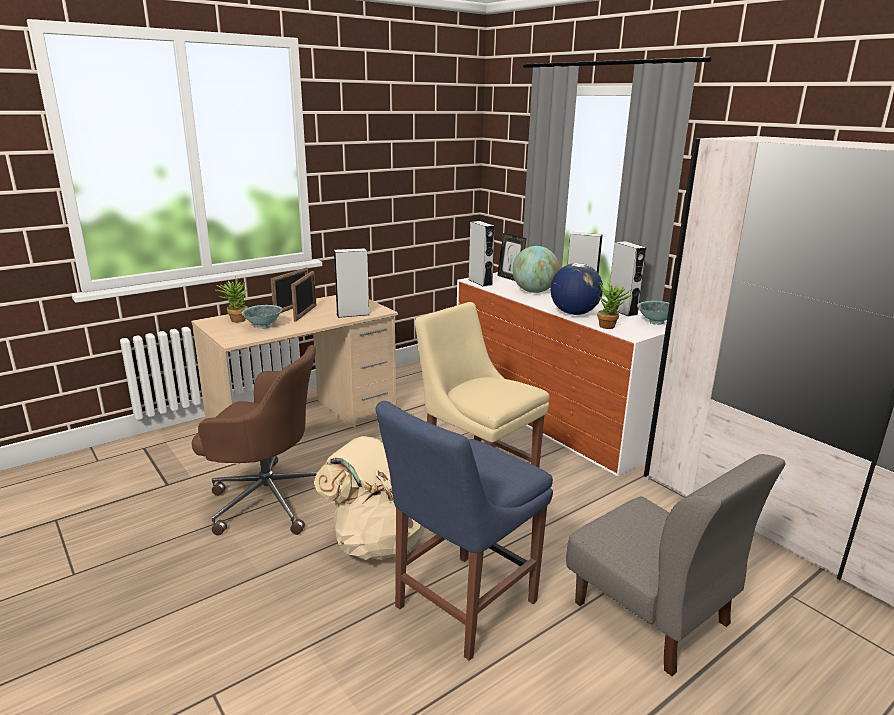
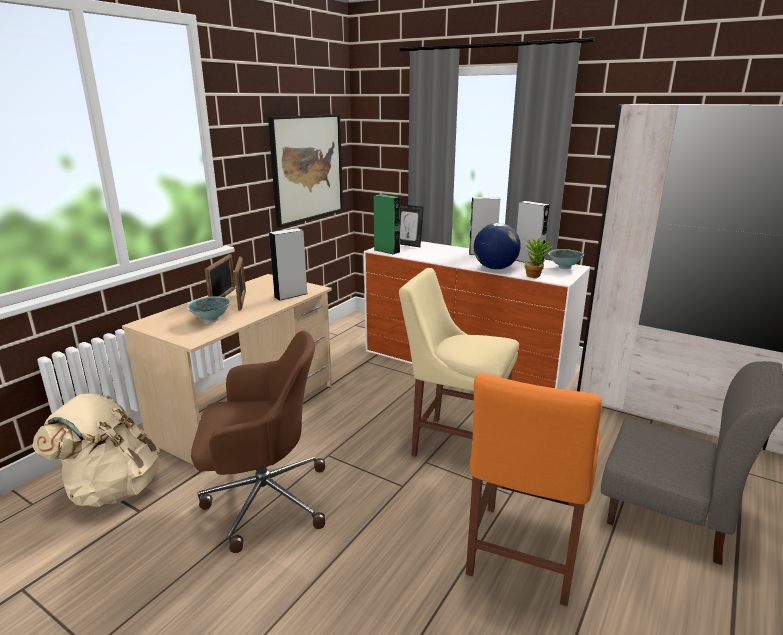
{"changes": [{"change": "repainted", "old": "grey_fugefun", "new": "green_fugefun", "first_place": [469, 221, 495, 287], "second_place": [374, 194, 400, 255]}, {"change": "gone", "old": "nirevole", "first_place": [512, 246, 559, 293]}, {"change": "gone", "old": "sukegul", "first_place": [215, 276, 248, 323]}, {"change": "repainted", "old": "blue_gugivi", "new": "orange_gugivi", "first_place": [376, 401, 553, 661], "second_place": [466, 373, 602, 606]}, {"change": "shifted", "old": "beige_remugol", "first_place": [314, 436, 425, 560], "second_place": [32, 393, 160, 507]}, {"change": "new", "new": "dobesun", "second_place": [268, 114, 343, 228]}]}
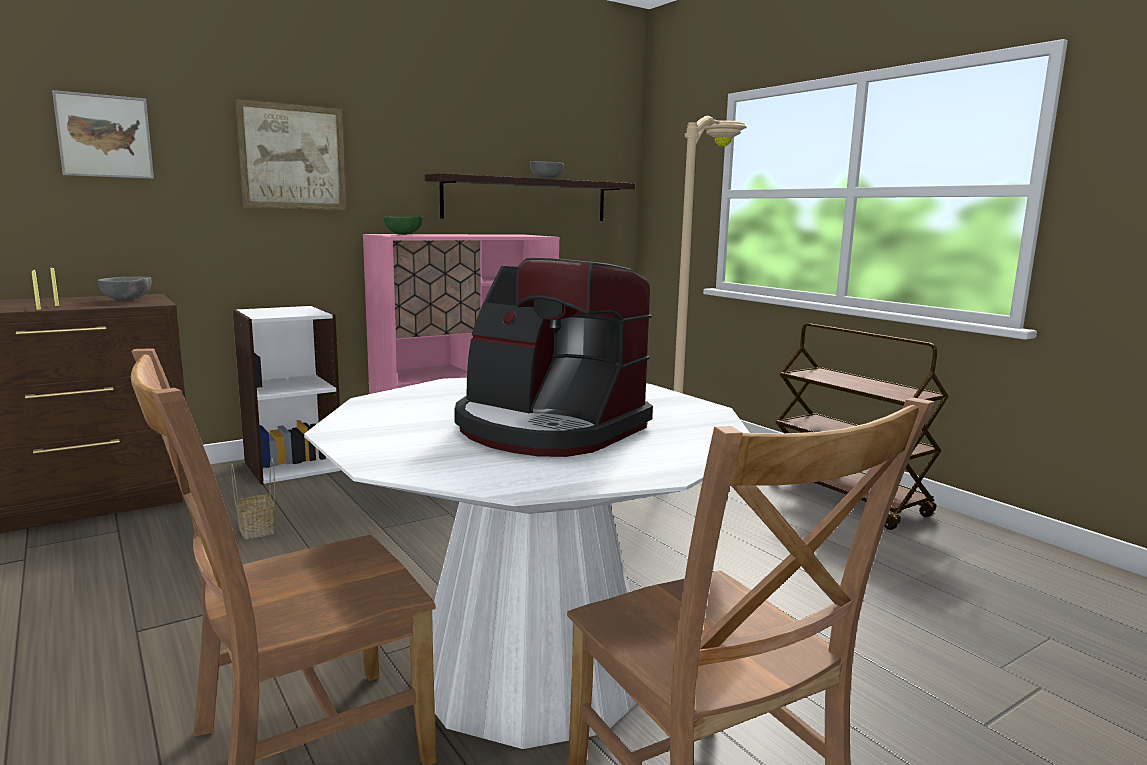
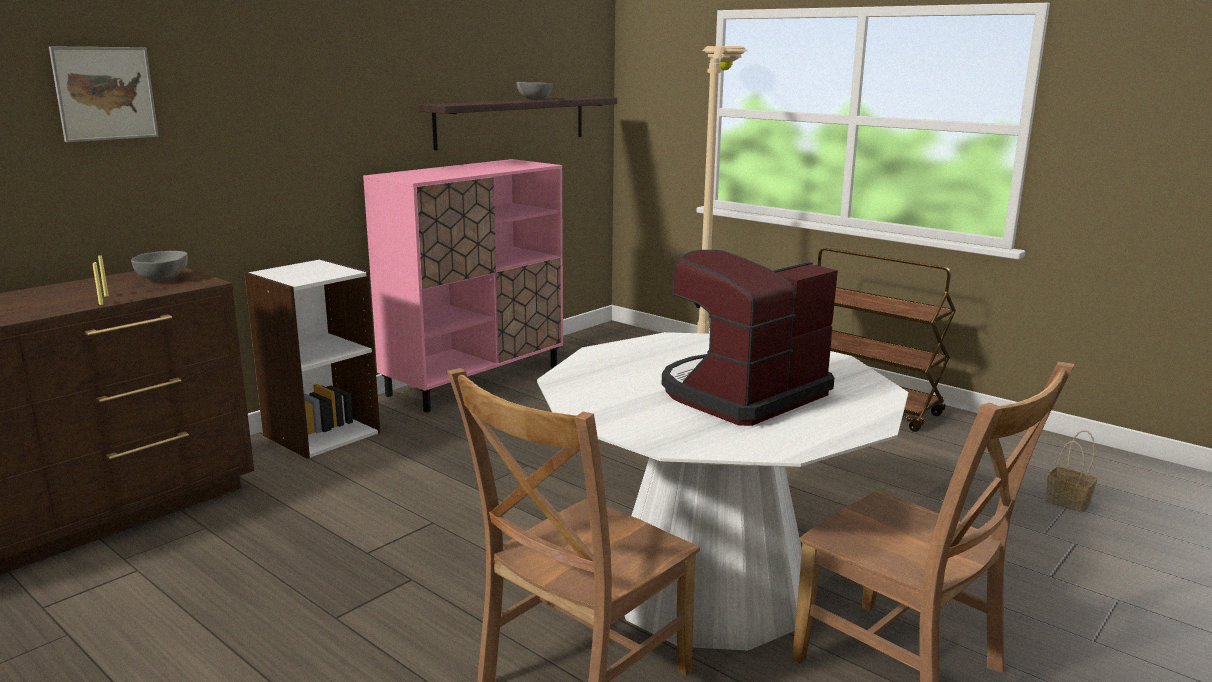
{"changes": [{"change": "gone", "old": "dobesun", "first_place": [235, 99, 346, 210]}, {"change": "gone", "old": "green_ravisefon", "first_place": [384, 216, 423, 235]}, {"change": "rotated", "old": "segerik", "first_place": [454, 258, 653, 457], "second_place": [661, 250, 838, 426], "degrees": 120}, {"change": "shifted", "old": "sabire", "first_place": [231, 458, 275, 539], "second_place": [1046, 430, 1097, 513]}]}
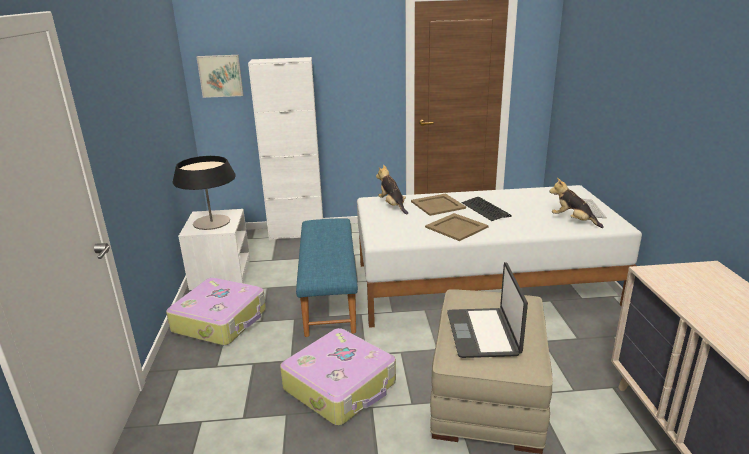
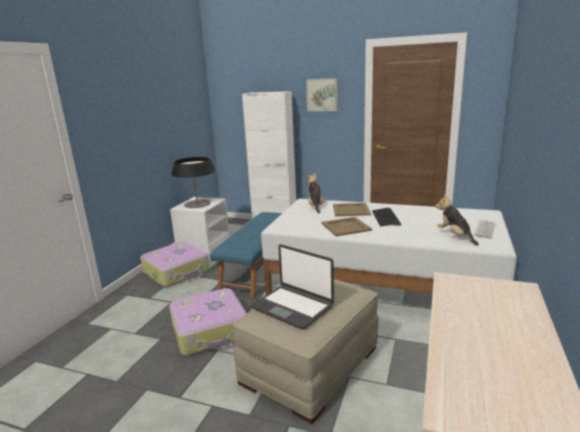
{"changes": [{"change": "shifted", "old": "dobesun", "first_place": [197, 55, 243, 98], "second_place": [306, 78, 338, 111]}, {"change": "rotated", "old": "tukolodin", "first_place": [447, 262, 528, 358], "second_place": [250, 245, 334, 329], "degrees": -75}]}
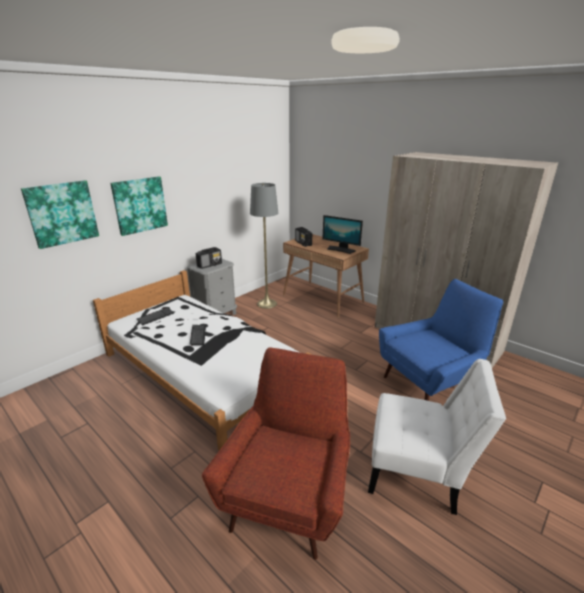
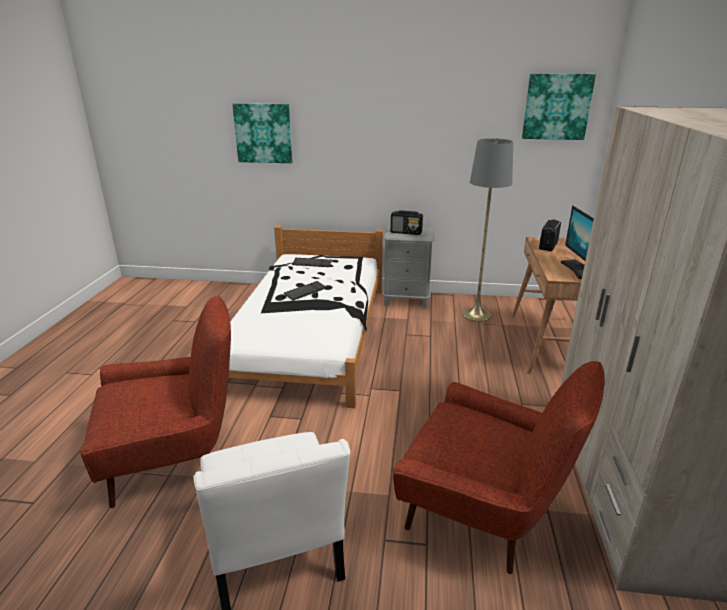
{"changes": [{"change": "shifted", "old": "dobesun", "first_place": [110, 176, 168, 236], "second_place": [522, 74, 596, 140]}, {"change": "repainted", "old": "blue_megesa", "new": "red_megesa", "first_place": [379, 279, 503, 401], "second_place": [393, 361, 605, 574]}]}
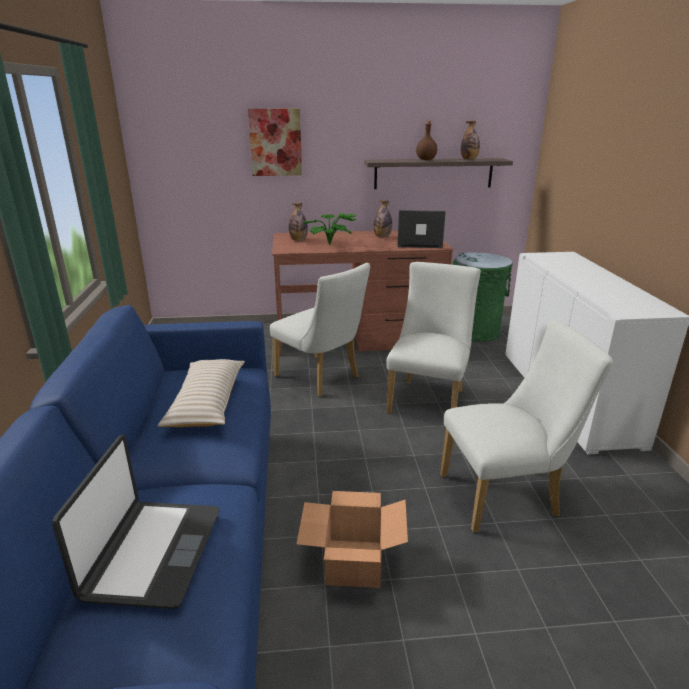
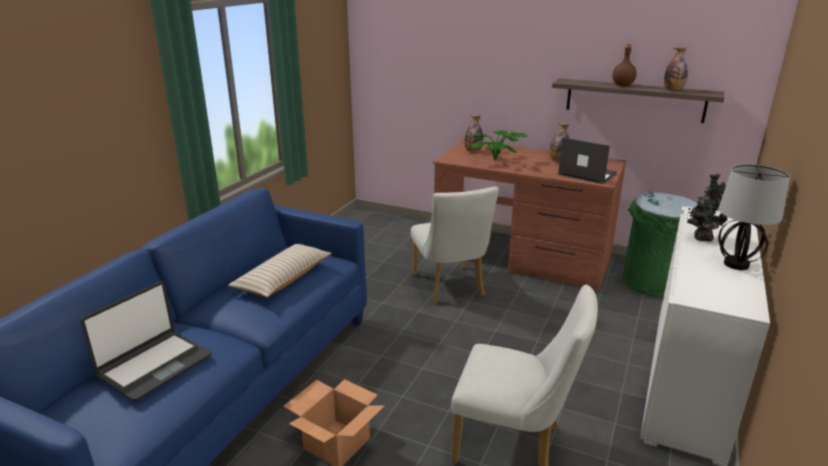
{"changes": [{"change": "gone", "old": "dobesun", "first_place": [248, 109, 302, 176]}, {"change": "gone", "old": "white_gugivi", "first_place": [386, 262, 481, 414]}, {"change": "new", "new": "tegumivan", "second_place": [718, 164, 790, 270]}, {"change": "new", "new": "sukegul", "second_place": [686, 174, 728, 242]}]}
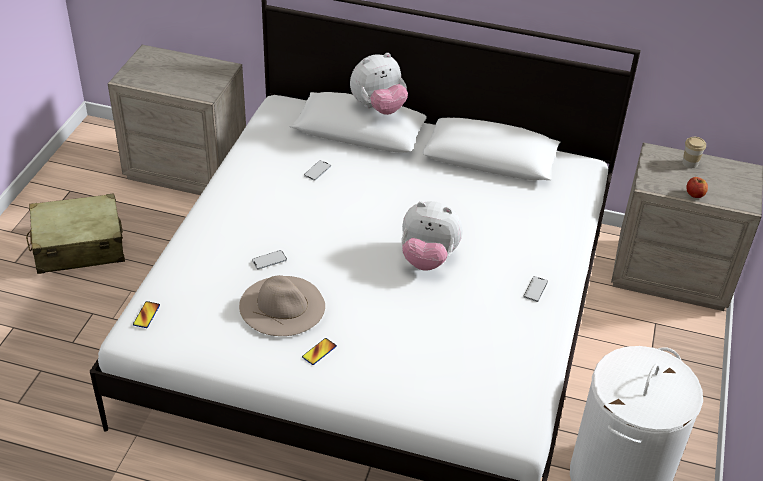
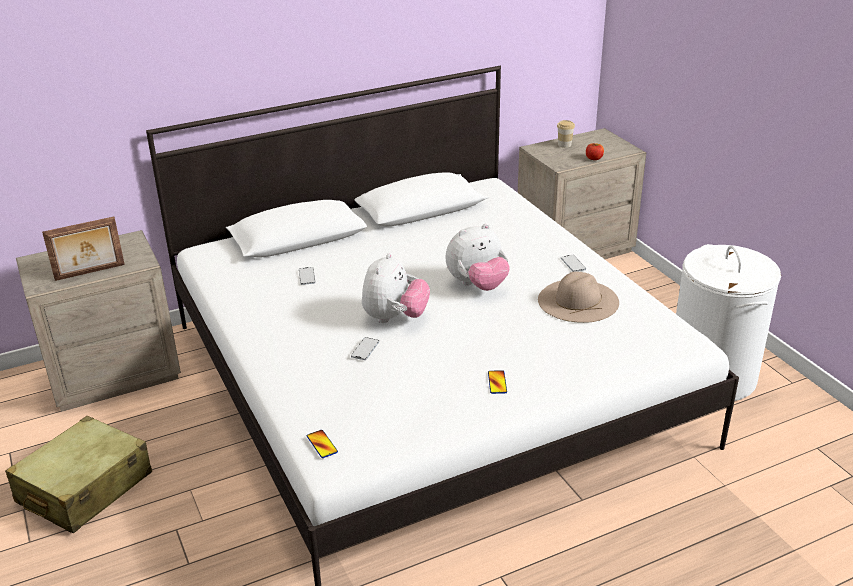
{"changes": [{"change": "shifted", "old": "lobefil", "first_place": [350, 53, 408, 115], "second_place": [362, 253, 430, 323]}, {"change": "shifted", "old": "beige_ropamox", "first_place": [239, 275, 325, 336], "second_place": [538, 271, 619, 323]}, {"change": "new", "new": "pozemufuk", "second_place": [42, 217, 125, 281]}]}
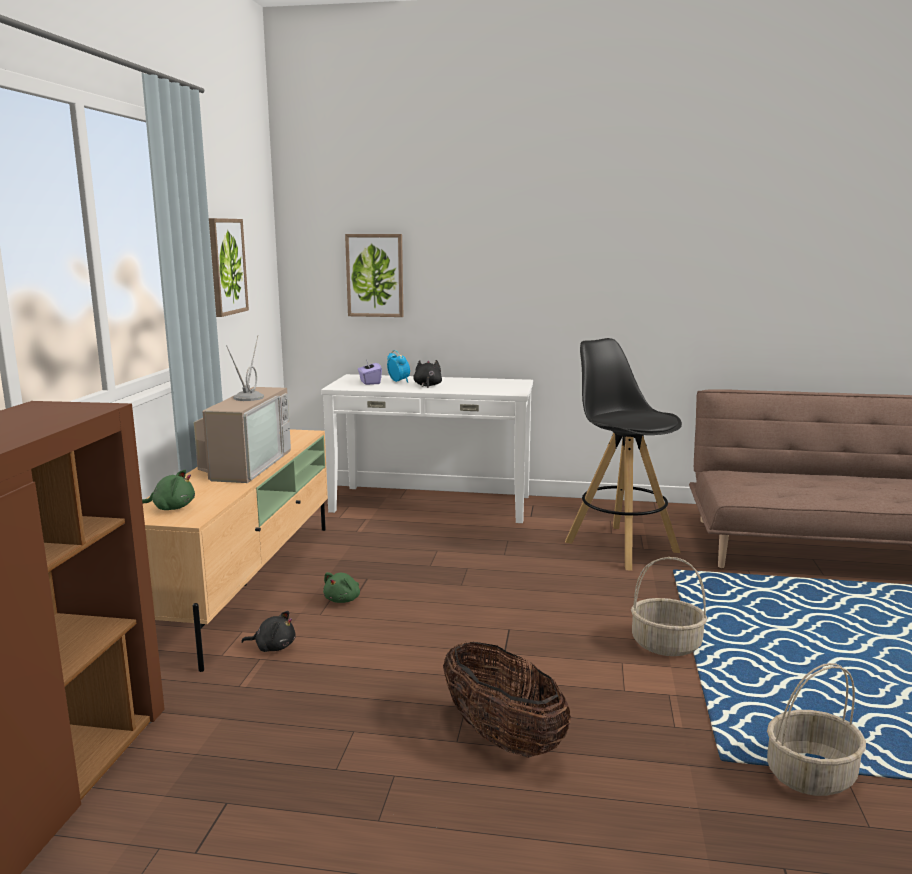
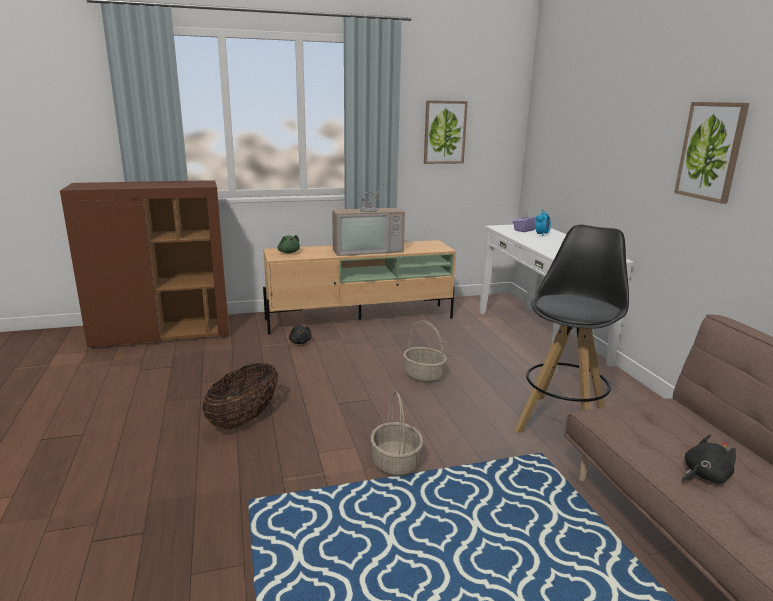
{"changes": [{"change": "shifted", "old": "dobesun", "first_place": [345, 234, 403, 317], "second_place": [674, 102, 749, 204]}, {"change": "shifted", "old": "black_lobefil", "first_place": [413, 360, 442, 388], "second_place": [681, 434, 736, 484]}, {"change": "gone", "old": "green_lobefil", "first_place": [323, 572, 360, 603]}, {"change": "shifted", "old": "sabire", "first_place": [767, 663, 866, 796], "second_place": [403, 320, 447, 383]}]}
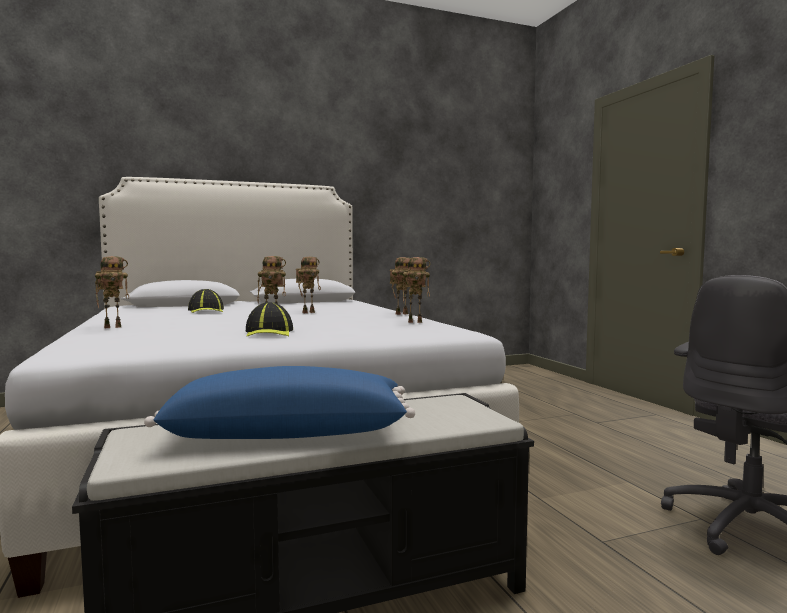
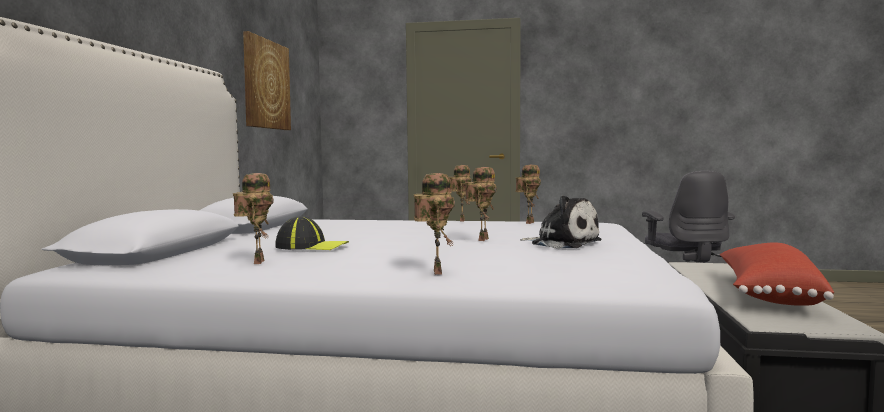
{"changes": [{"change": "shifted", "old": "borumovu", "first_place": [296, 257, 321, 313], "second_place": [233, 173, 274, 264]}, {"change": "swapped", "old": "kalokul", "new": "lobefil", "first_place": [246, 302, 293, 337], "second_place": [520, 195, 601, 249]}, {"change": "repainted", "old": "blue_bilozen", "new": "red_bilozen", "first_place": [144, 366, 415, 439], "second_place": [720, 242, 834, 306]}, {"change": "new", "new": "dobesun", "second_place": [243, 31, 291, 130]}]}
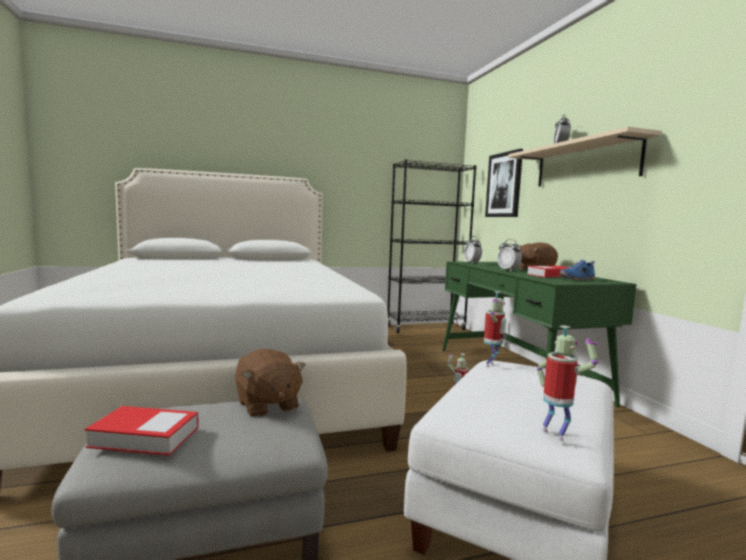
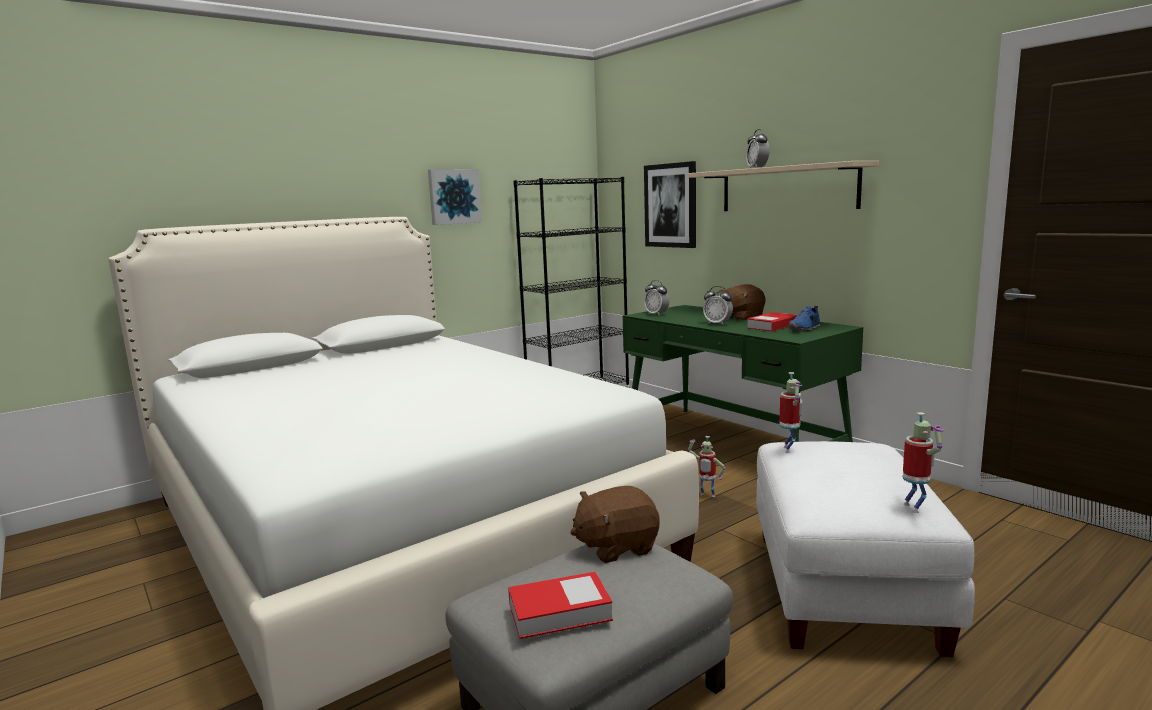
{"changes": [{"change": "rotated", "old": "borumovu", "first_place": [537, 325, 598, 441], "second_place": [902, 412, 945, 513], "degrees": 45}, {"change": "rotated", "old": "brown_lobefil", "first_place": [235, 349, 306, 416], "second_place": [570, 486, 659, 563], "degrees": 120}, {"change": "new", "new": "dobesun", "second_place": [428, 169, 482, 225]}]}
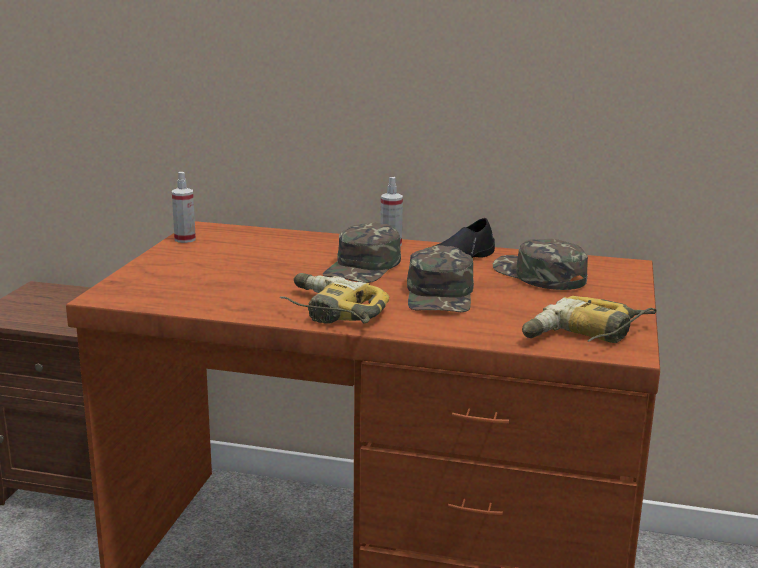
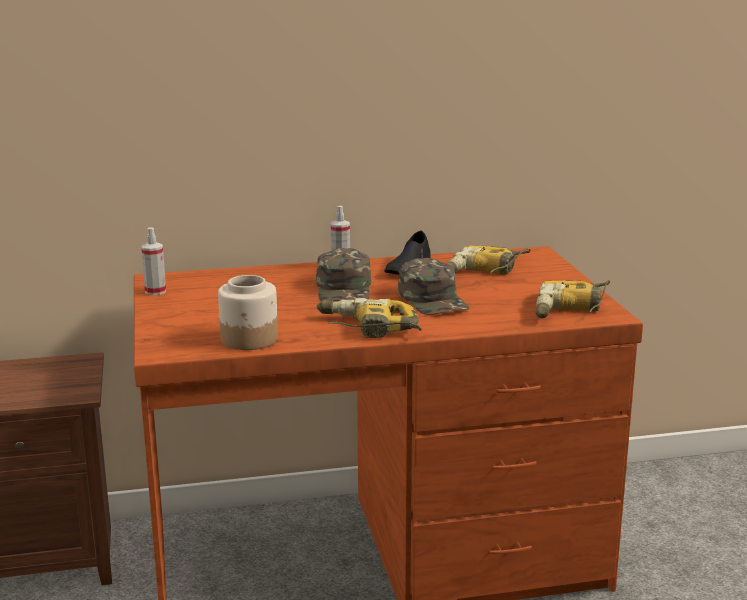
{"changes": [{"change": "swapped", "old": "green_kalokul", "new": "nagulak", "first_place": [493, 239, 588, 290], "second_place": [447, 246, 531, 274]}, {"change": "new", "new": "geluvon", "second_place": [218, 275, 278, 350]}]}
